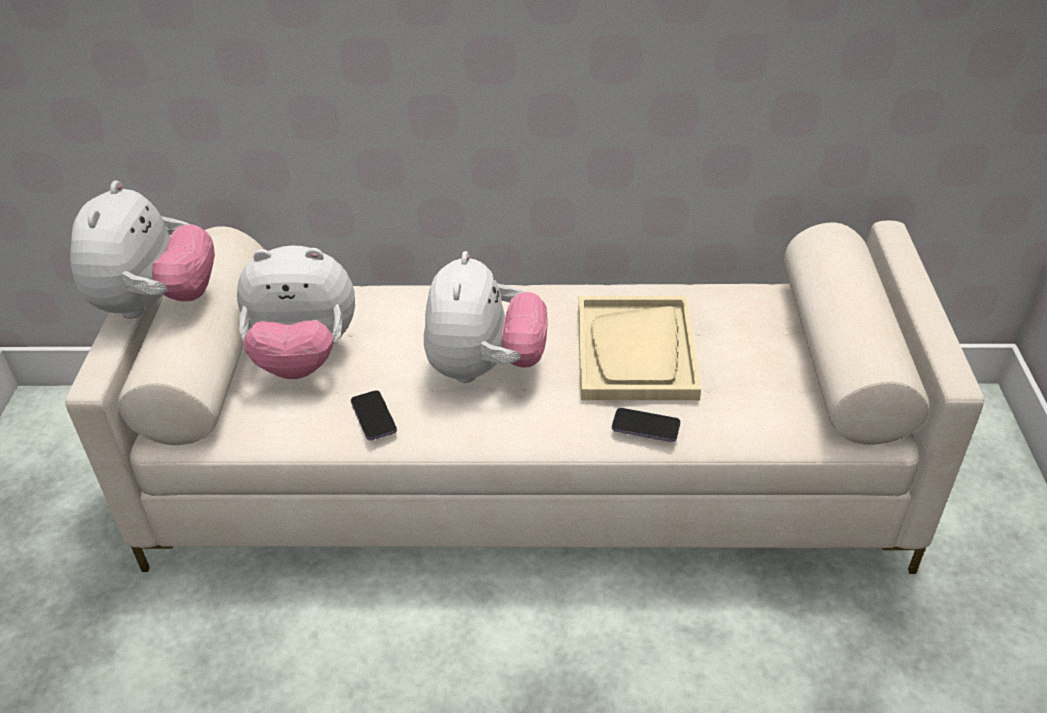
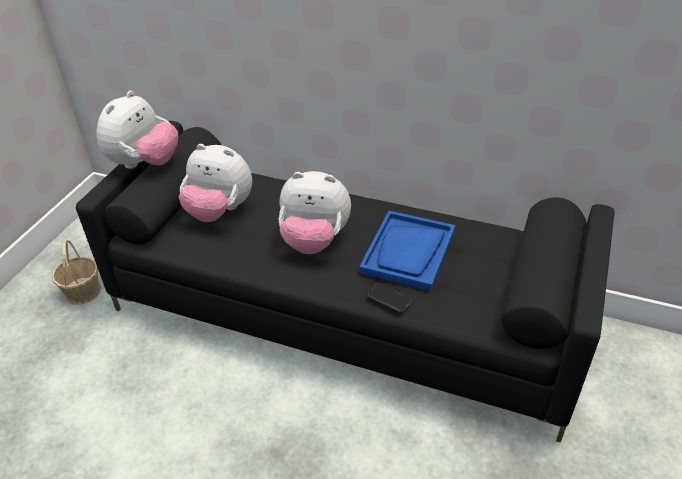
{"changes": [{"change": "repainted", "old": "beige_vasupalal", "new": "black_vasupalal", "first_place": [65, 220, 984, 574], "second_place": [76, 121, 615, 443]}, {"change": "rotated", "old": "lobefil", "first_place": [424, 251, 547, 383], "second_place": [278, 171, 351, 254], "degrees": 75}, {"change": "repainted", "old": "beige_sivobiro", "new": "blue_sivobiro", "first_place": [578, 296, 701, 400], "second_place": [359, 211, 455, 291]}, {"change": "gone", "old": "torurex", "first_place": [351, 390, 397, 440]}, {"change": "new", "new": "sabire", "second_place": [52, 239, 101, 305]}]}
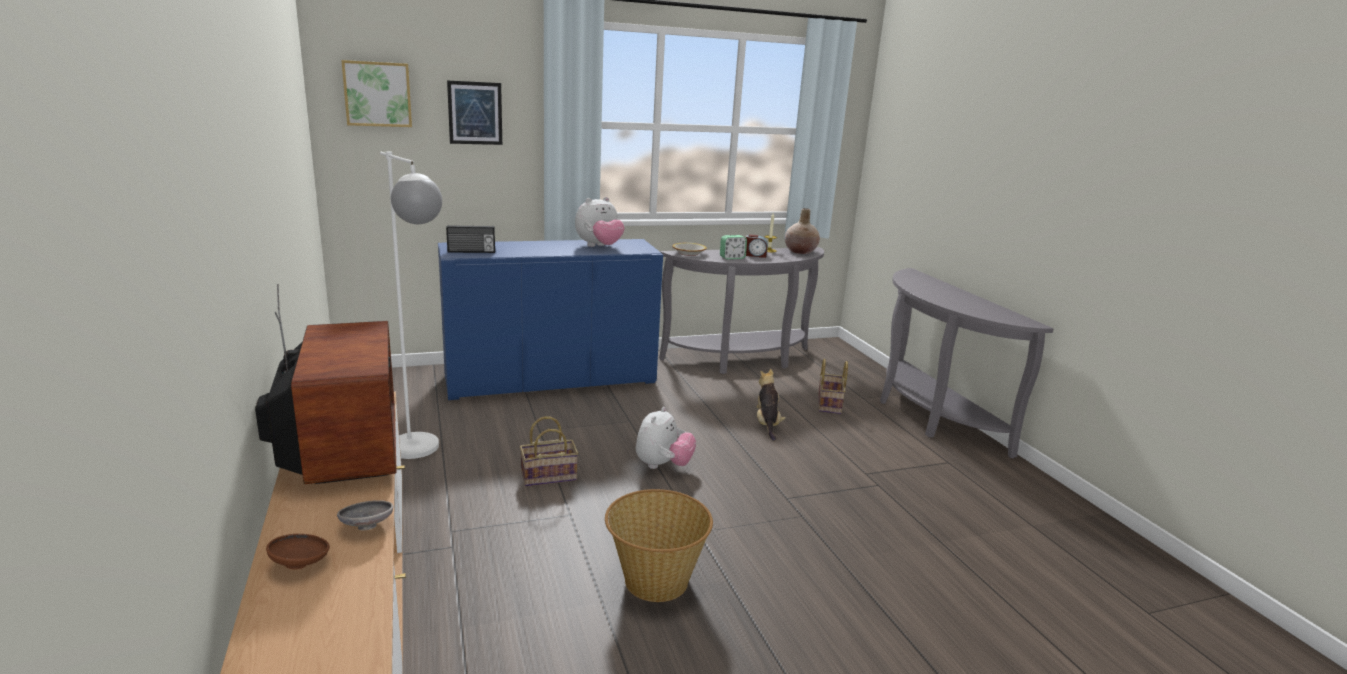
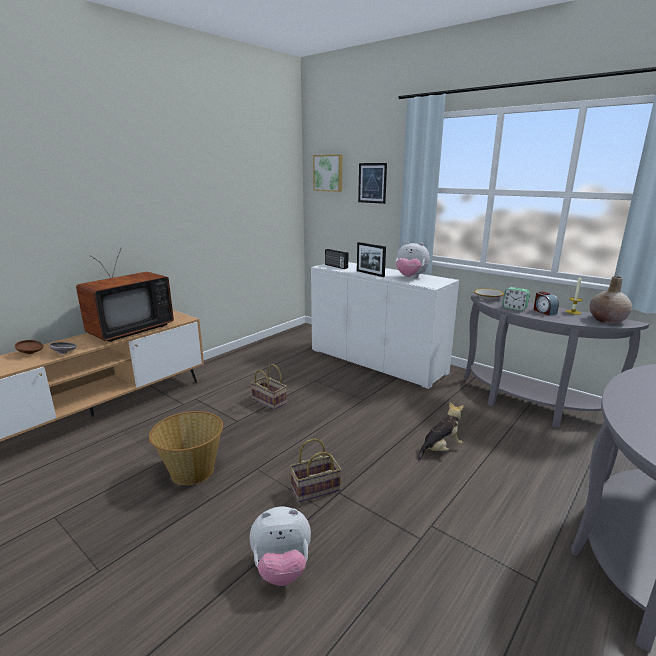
{"changes": [{"change": "gone", "old": "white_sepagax", "first_place": [380, 152, 442, 459]}, {"change": "repainted", "old": "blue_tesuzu", "new": "white_tesuzu", "first_place": [438, 239, 663, 400], "second_place": [311, 262, 459, 389]}, {"change": "shifted", "old": "sabire", "first_place": [818, 359, 848, 414], "second_place": [290, 438, 341, 502]}, {"change": "shifted", "old": "lobefil", "first_place": [636, 407, 696, 469], "second_place": [250, 507, 311, 586]}, {"change": "new", "new": "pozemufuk", "second_place": [357, 242, 386, 277]}]}
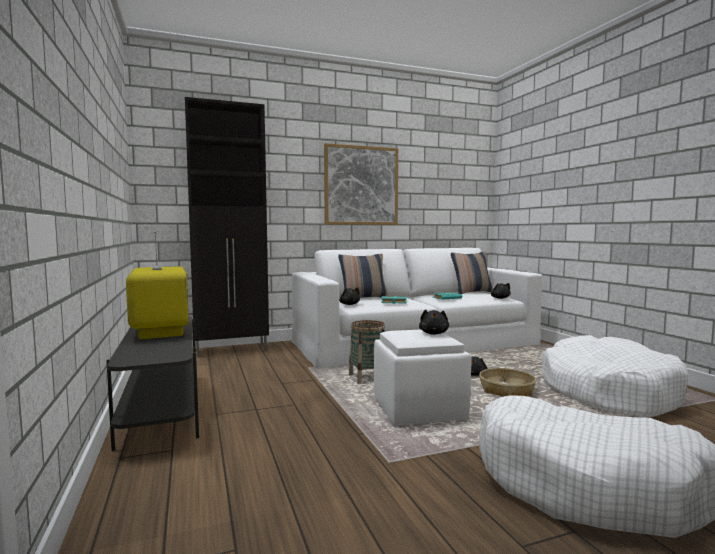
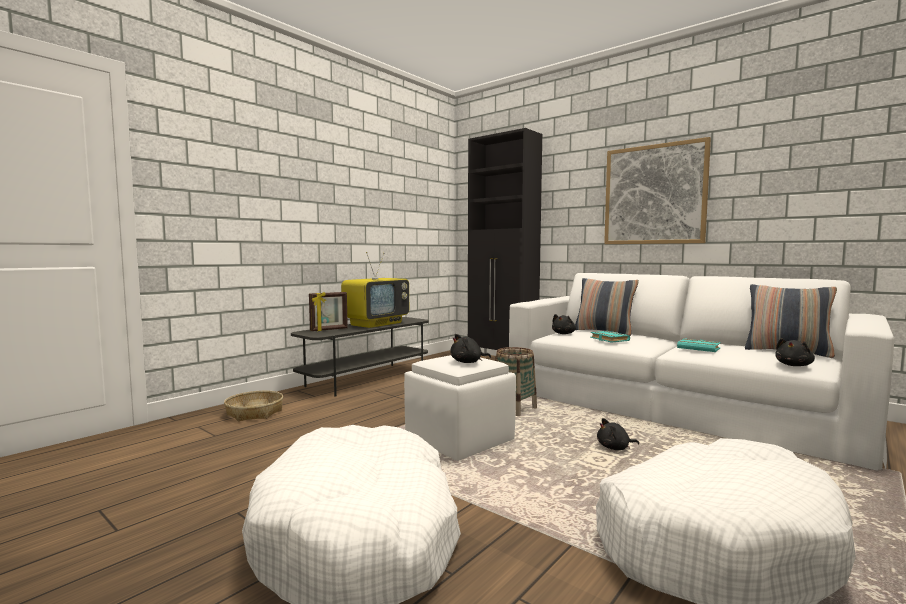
{"changes": [{"change": "shifted", "old": "sabire", "first_place": [479, 368, 536, 397], "second_place": [224, 391, 283, 421]}, {"change": "new", "new": "pozemufuk", "second_place": [309, 292, 348, 331]}]}
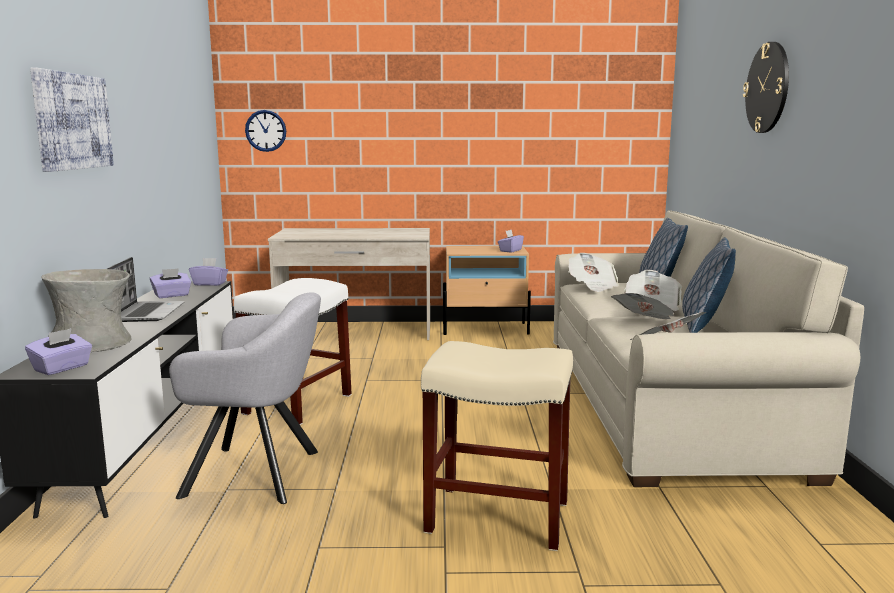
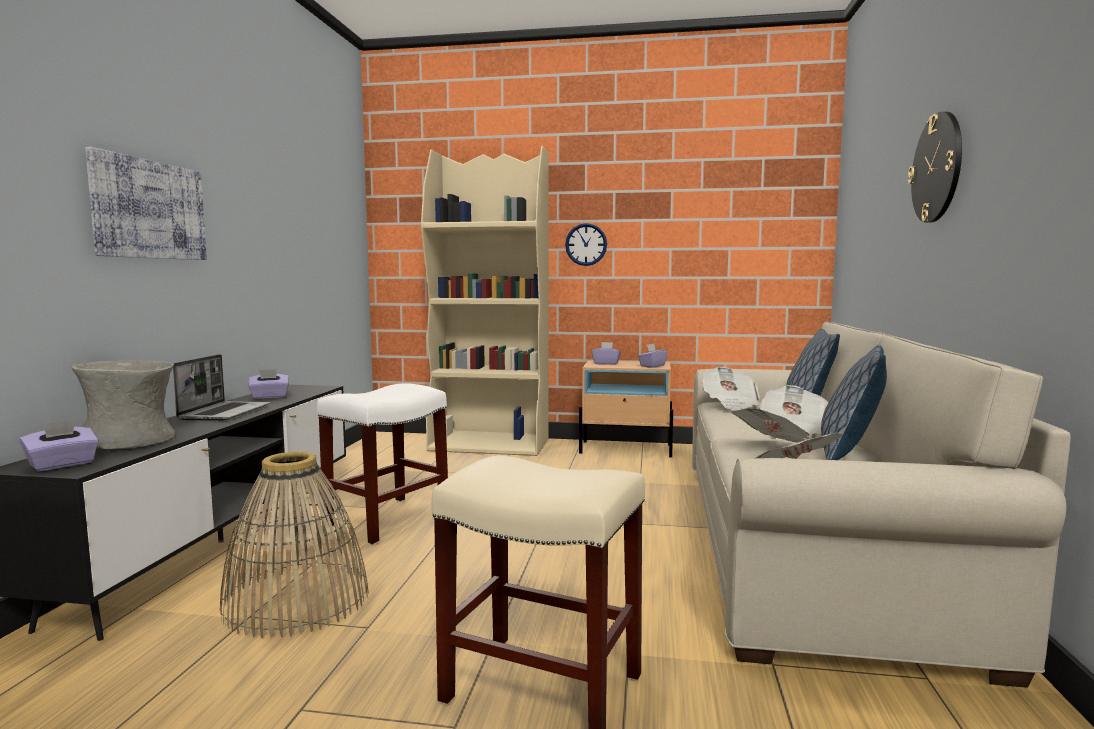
{"changes": [{"change": "shifted", "old": "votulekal", "first_place": [245, 110, 286, 152], "second_place": [565, 223, 607, 266]}, {"change": "swapped", "old": "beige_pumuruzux", "new": "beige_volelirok", "first_place": [268, 228, 430, 340], "second_place": [421, 146, 549, 456]}, {"change": "shifted", "old": "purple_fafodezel", "first_place": [189, 258, 228, 286], "second_place": [592, 342, 621, 365]}, {"change": "swapped", "old": "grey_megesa", "new": "sabire", "first_place": [169, 292, 321, 504], "second_place": [220, 451, 369, 638]}]}
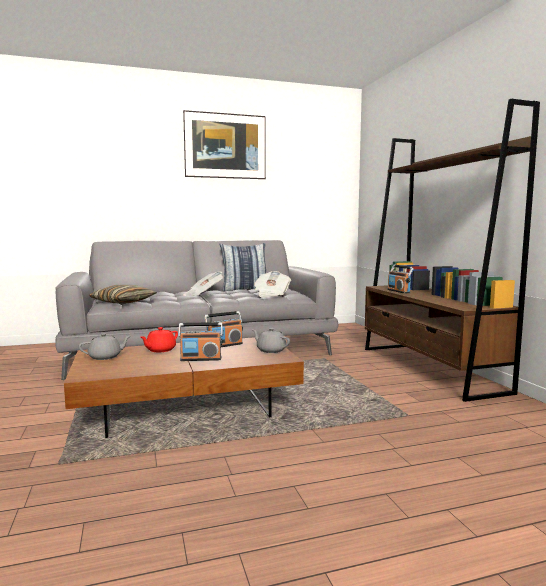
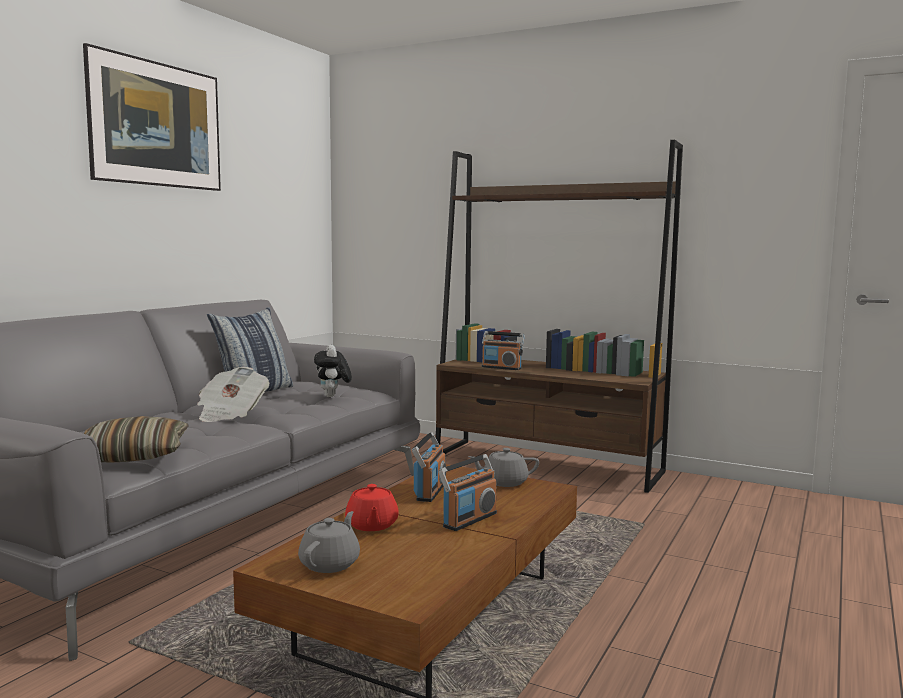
{"changes": [{"change": "swapped", "old": "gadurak", "new": "lobefil", "first_place": [254, 271, 291, 298], "second_place": [314, 345, 352, 397]}]}
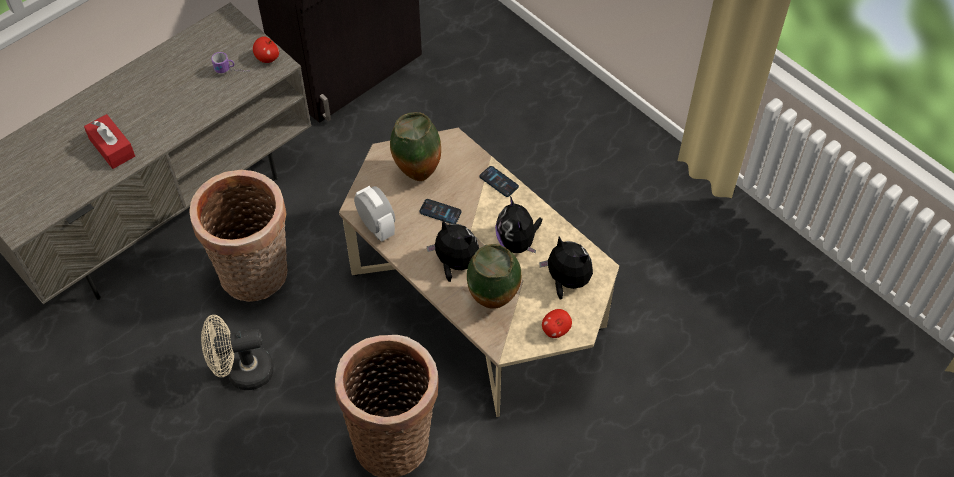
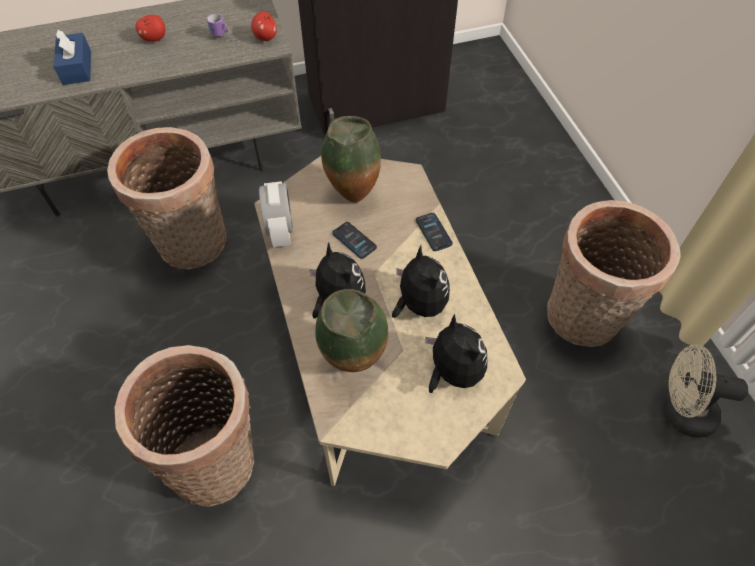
{"changes": [{"change": "repainted", "old": "red_fafodezel", "new": "blue_fafodezel", "first_place": [84, 114, 135, 169], "second_place": [54, 30, 91, 85]}, {"change": "rotated", "old": "lobefil", "first_place": [495, 196, 542, 254], "second_place": [392, 245, 450, 318], "degrees": 150}, {"change": "shifted", "old": "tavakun", "first_place": [542, 309, 572, 338], "second_place": [135, 15, 165, 42]}, {"change": "shifted", "old": "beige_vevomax", "first_place": [201, 315, 274, 390], "second_place": [665, 345, 748, 438]}, {"change": "new", "new": "sabire", "second_place": [547, 200, 681, 347]}]}
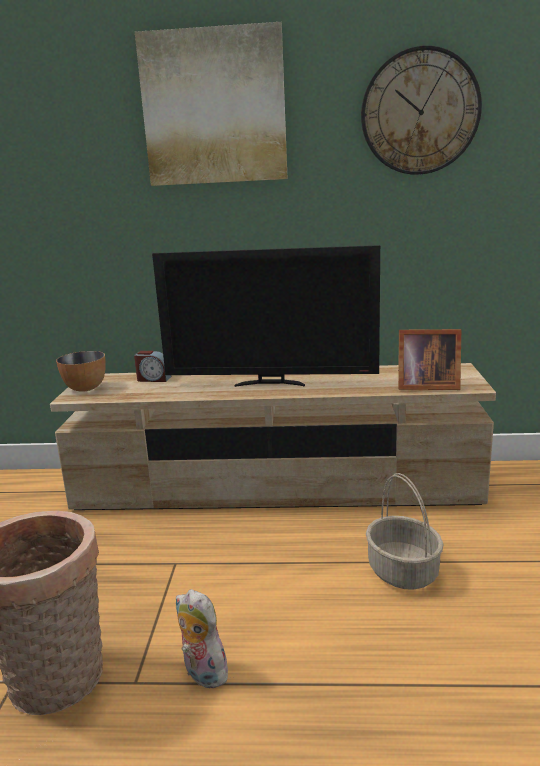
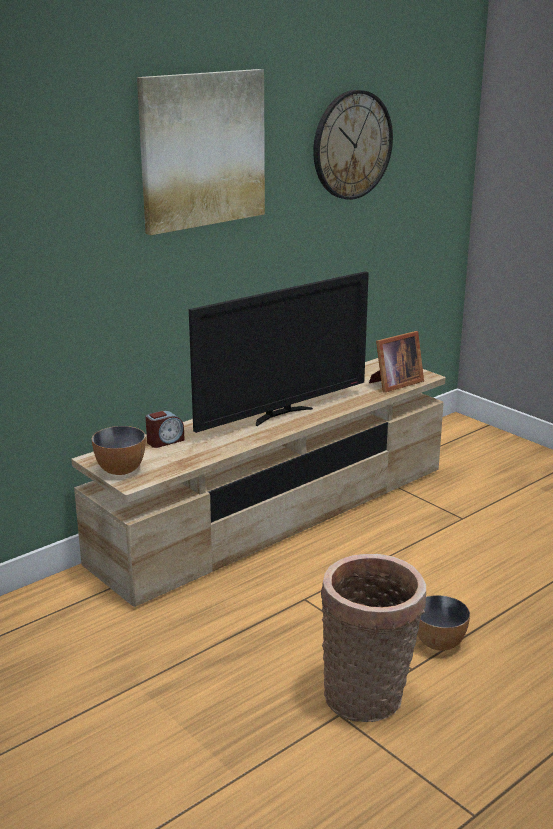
{"changes": [{"change": "gone", "old": "sabire", "first_place": [366, 473, 443, 590]}, {"change": "swapped", "old": "lobefil", "new": "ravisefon", "first_place": [176, 589, 232, 688], "second_place": [417, 595, 470, 651]}]}
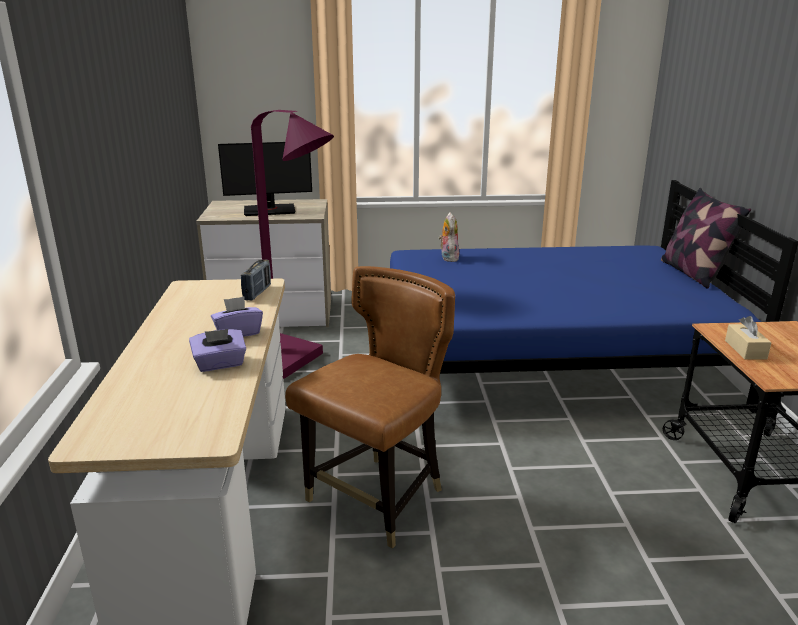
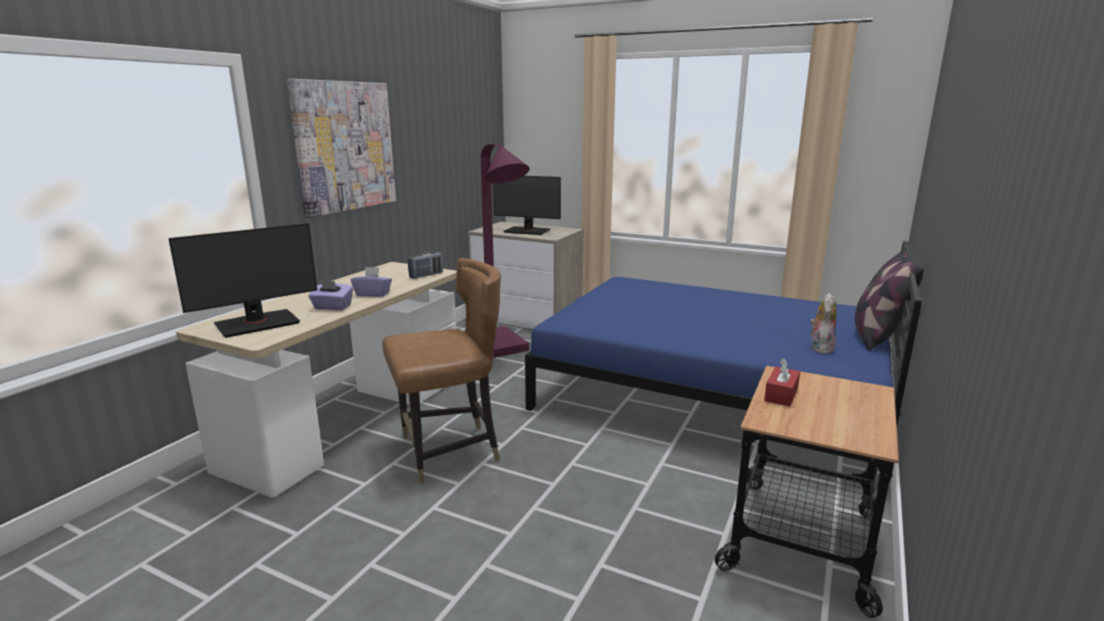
{"changes": [{"change": "shifted", "old": "lobefil", "first_place": [439, 212, 459, 262], "second_place": [810, 293, 837, 354]}, {"change": "repainted", "old": "beige_fafodezel", "new": "red_fafodezel", "first_place": [725, 316, 772, 360], "second_place": [764, 358, 800, 407]}, {"change": "new", "new": "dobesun", "second_place": [287, 79, 396, 218]}, {"change": "new", "new": "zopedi", "second_place": [168, 223, 317, 338]}]}
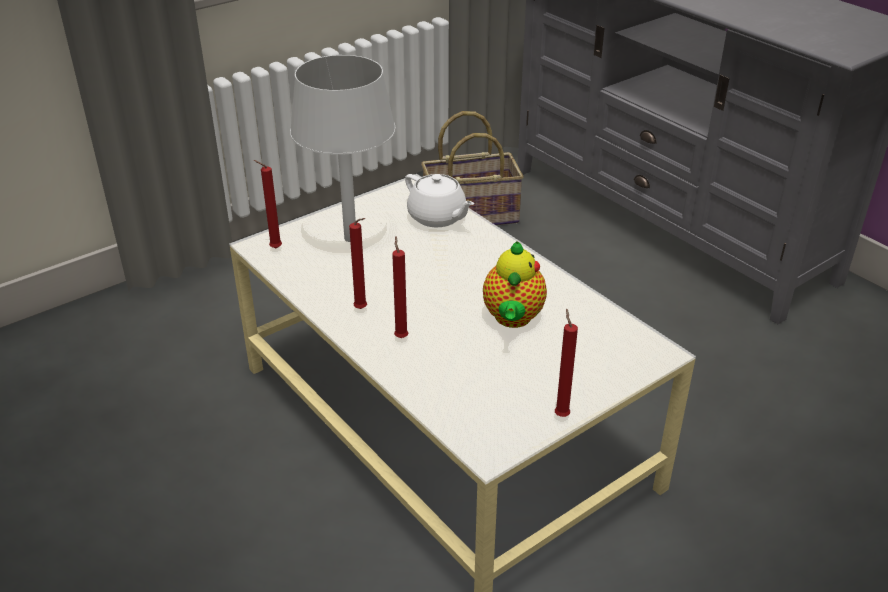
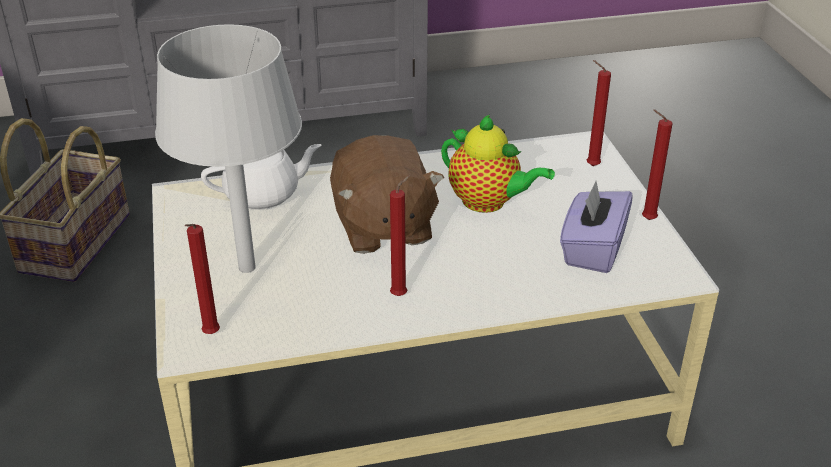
{"changes": [{"change": "shifted", "old": "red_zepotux", "first_place": [392, 236, 408, 338], "second_place": [587, 60, 611, 166]}, {"change": "new", "new": "brown_lobefil", "second_place": [330, 135, 444, 254]}, {"change": "new", "new": "purple_fafodezel", "second_place": [560, 181, 633, 273]}]}
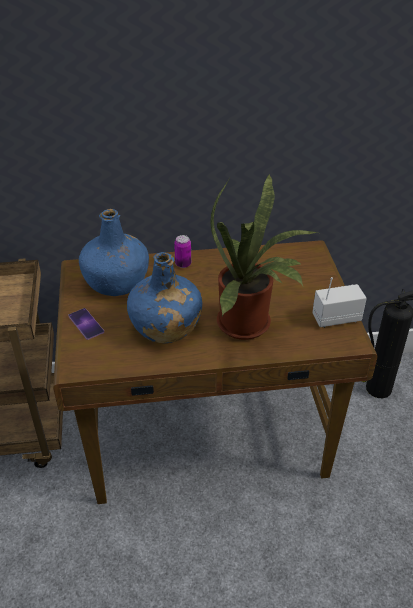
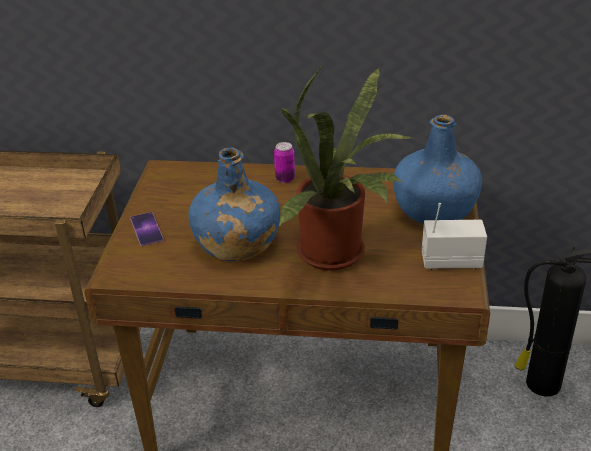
{"changes": [{"change": "shifted", "old": "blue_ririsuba", "first_place": [79, 209, 149, 296], "second_place": [393, 115, 482, 224]}]}
